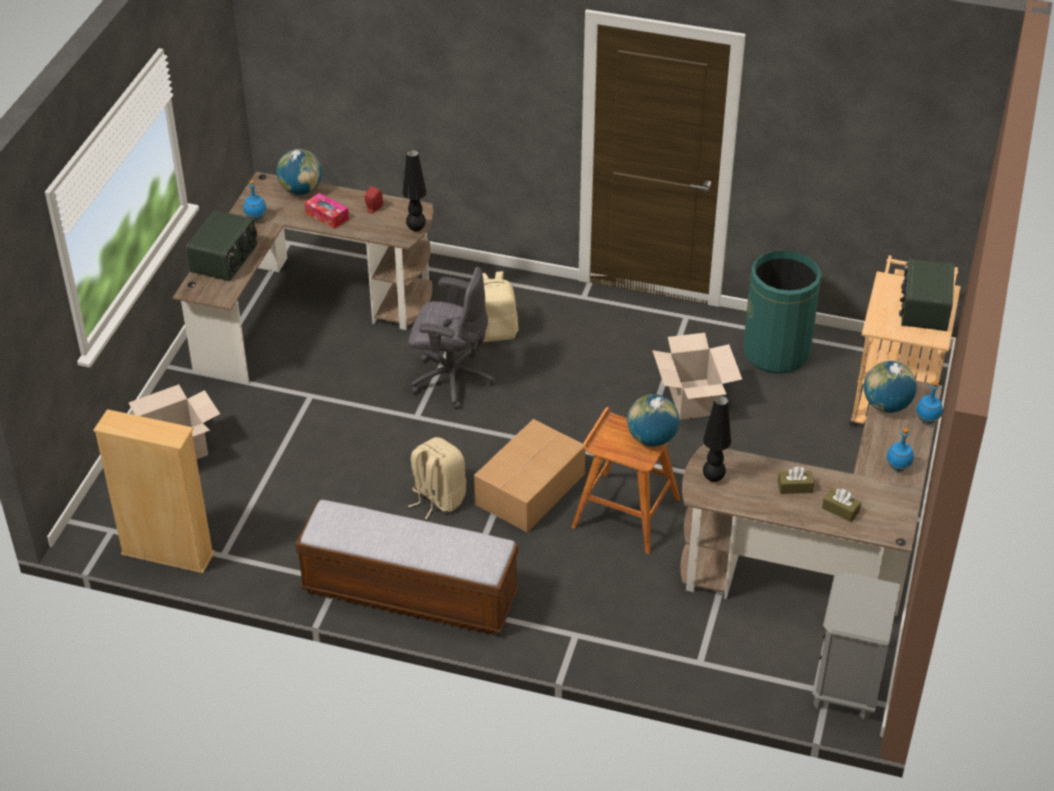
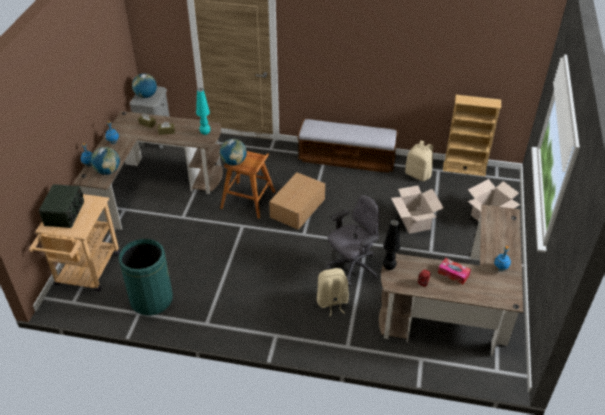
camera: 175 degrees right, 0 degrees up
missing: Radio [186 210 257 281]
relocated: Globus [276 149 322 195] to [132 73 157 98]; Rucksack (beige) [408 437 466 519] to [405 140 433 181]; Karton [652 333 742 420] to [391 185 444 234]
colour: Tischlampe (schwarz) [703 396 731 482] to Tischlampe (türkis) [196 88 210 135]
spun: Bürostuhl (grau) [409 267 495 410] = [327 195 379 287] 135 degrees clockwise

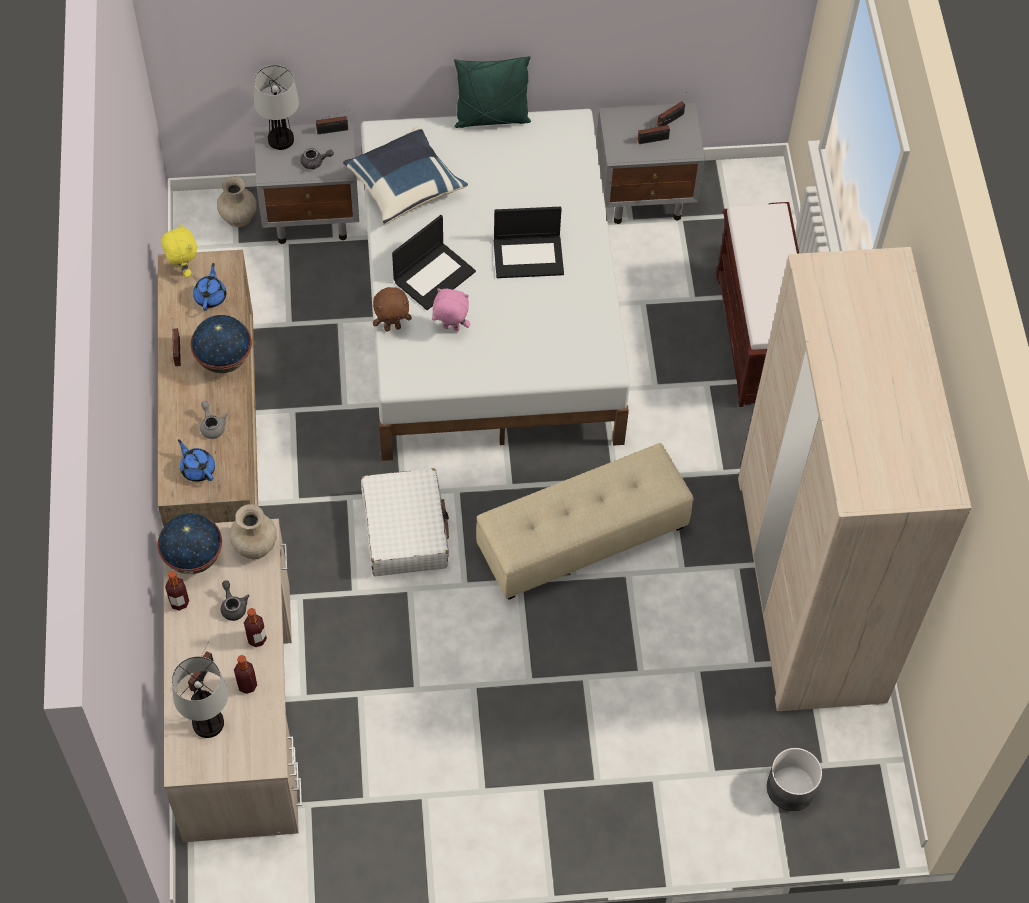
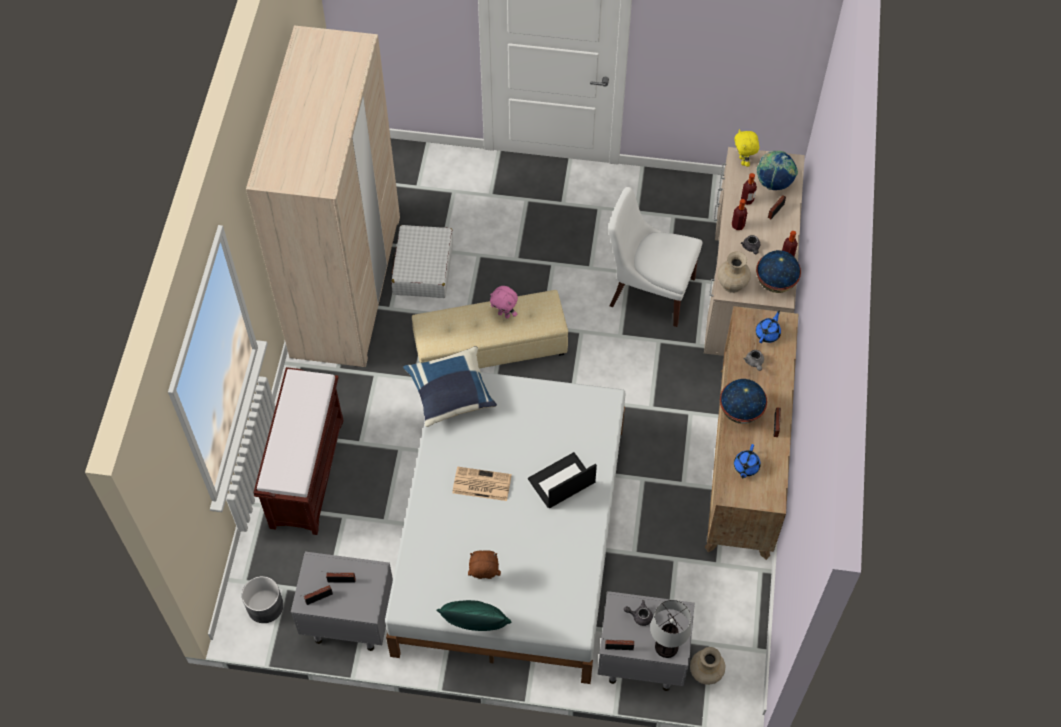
camera: 165 degrees left, 0 degrees up
appeared: Stuhl (weiß) [608 187 702 327]
relocated: Plüschtier (gelb) [161 223 197 278] to [734 129 759 167]; Kissen (blau) [343 126 468 224] to [403 346 497 427]; Koffer (weiß) [361 468 449 576] to [391 225 453 298]; Plüschtier (braun) [373 287 412 332] to [468 550 501 579]; Plüschtier (rosa) [432 288 470 331] to [490 286 518 319]; Pflanzkübel (grau) [767 748 822 811] to [242 576 284 623]
exchanged: Tischlampe [172 656 228 738] to Globus [757 151 798 190]; Laptop [494 207 564 278] to Zeitung [452 466 512 501]
spun: Teekanne (blau) [178 439 215 482] = [756 310 781 343] 120 degrees counterclockwise

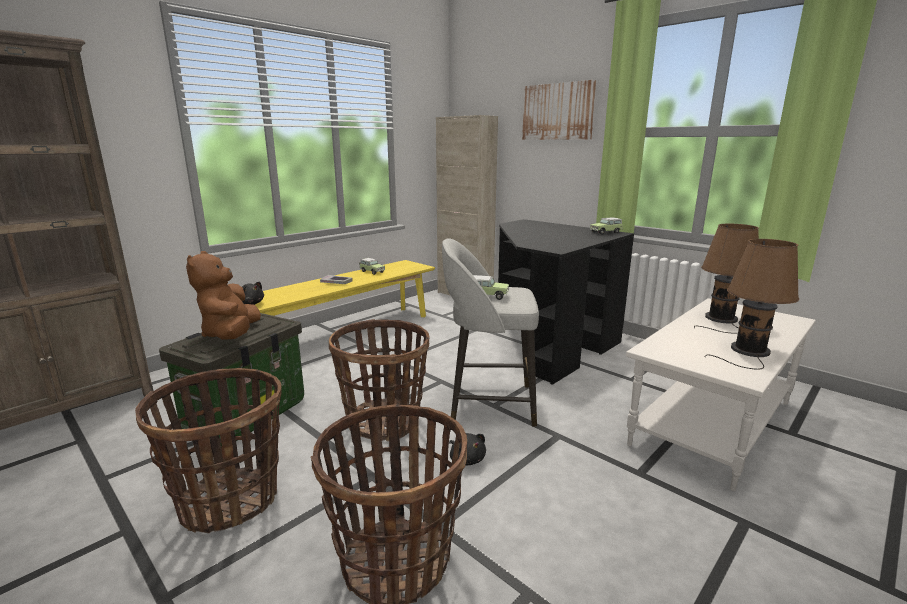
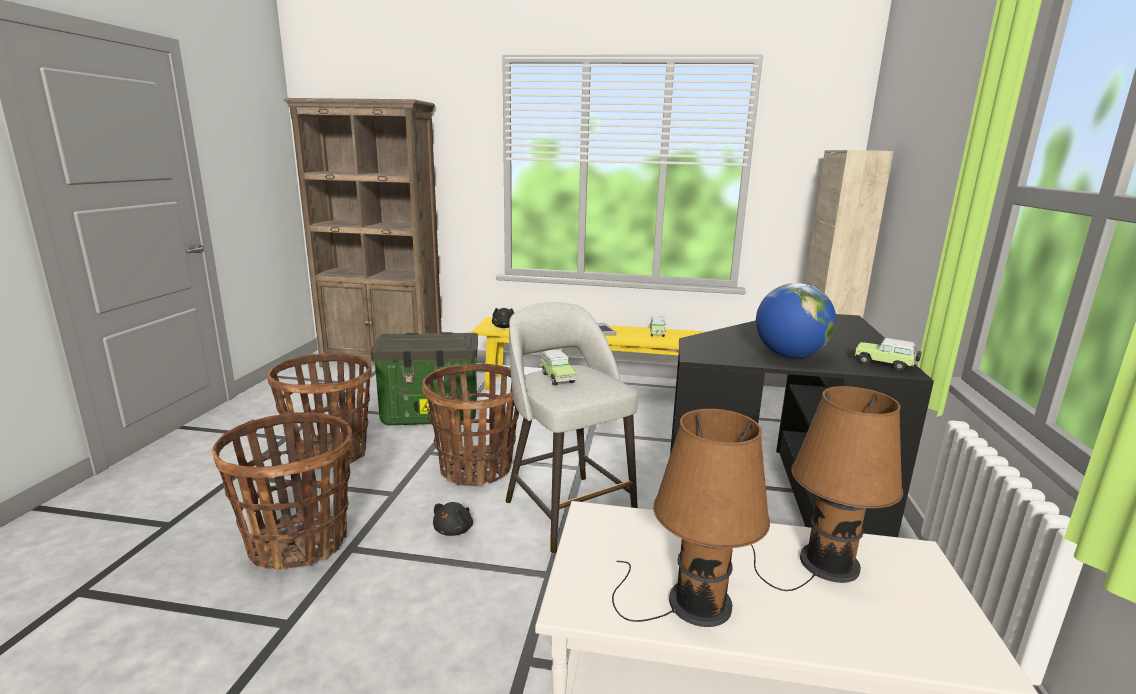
camera: 55 degrees right, 0 degrees up
missing: Plüschtier (braun) [186 251 261 340]; Bild [522 80 596 140]
appeared: Globus [756 283 836 358]

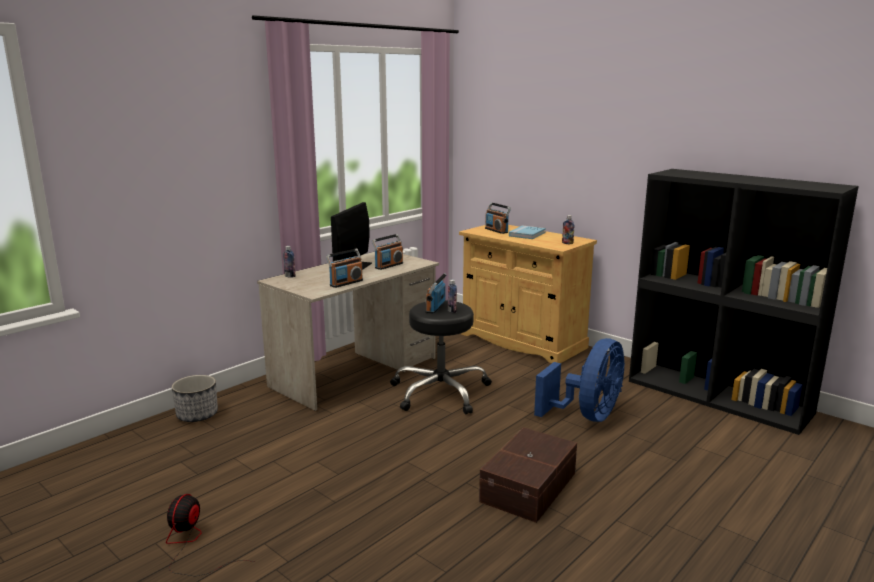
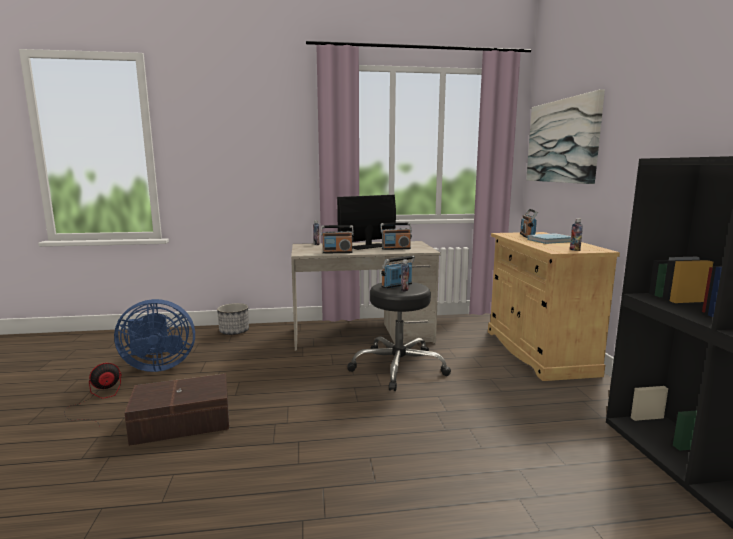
camera: 40 degrees right, 5 degrees down
appeared: Bild [526 89 605 184]
relocated: Aufbewahrungsbox (braun) [479 427 577 523] to [124 374 229 446]; Ventilator (blau) [534 338 625 422] to [114 299 195 372]

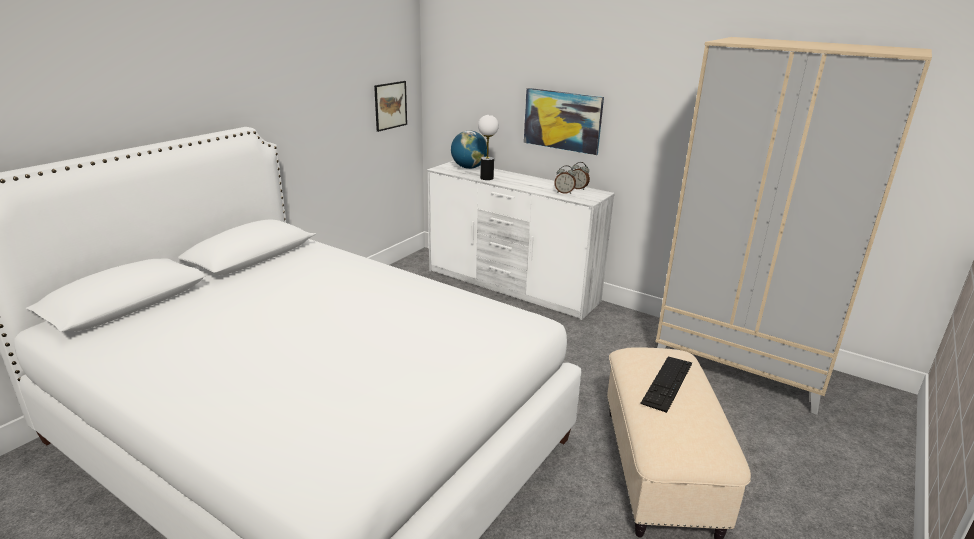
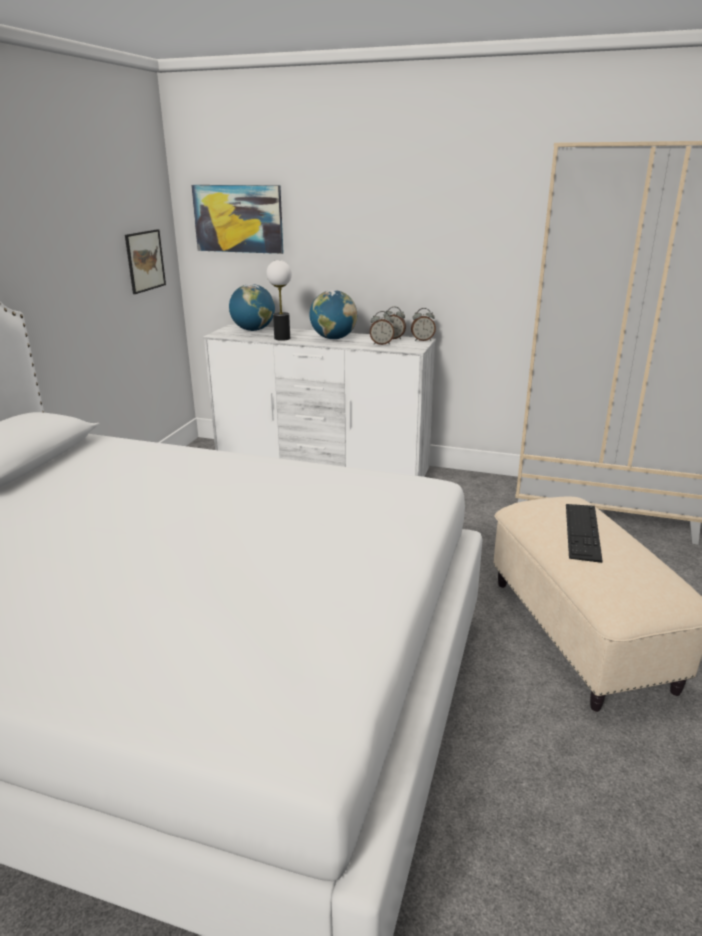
camera: 15 degrees left, 0 degrees up
appeared: Globus [310 290 357 339]; Wecker [411 308 436 341]
relocated: Bild [524 88 604 155] to [191 185 284 254]

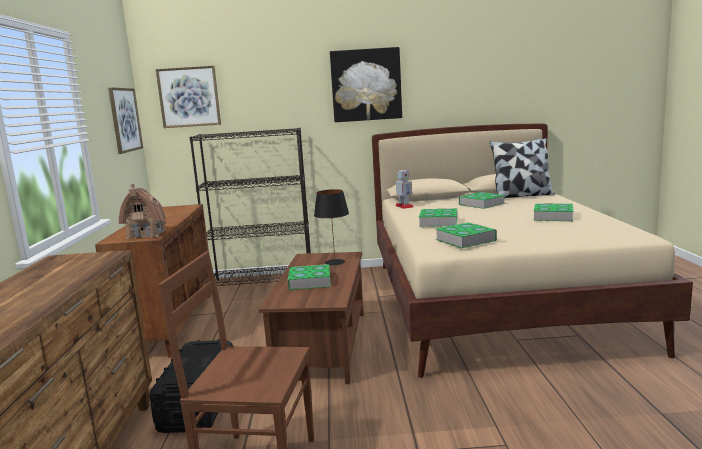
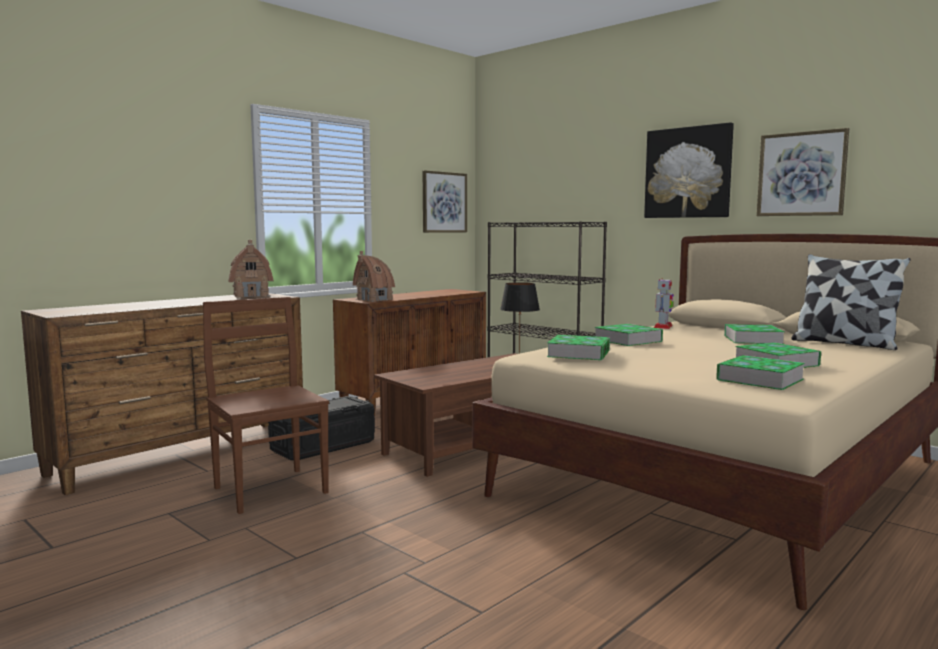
camera: 45 degrees right, 5 degrees down
appeared: Spielzeughaus [228 240 274 298]
relocated: Bild [156 66 221 128] to [757 128 849 216]; Buch [288 264 331 290] to [716 355 805 390]

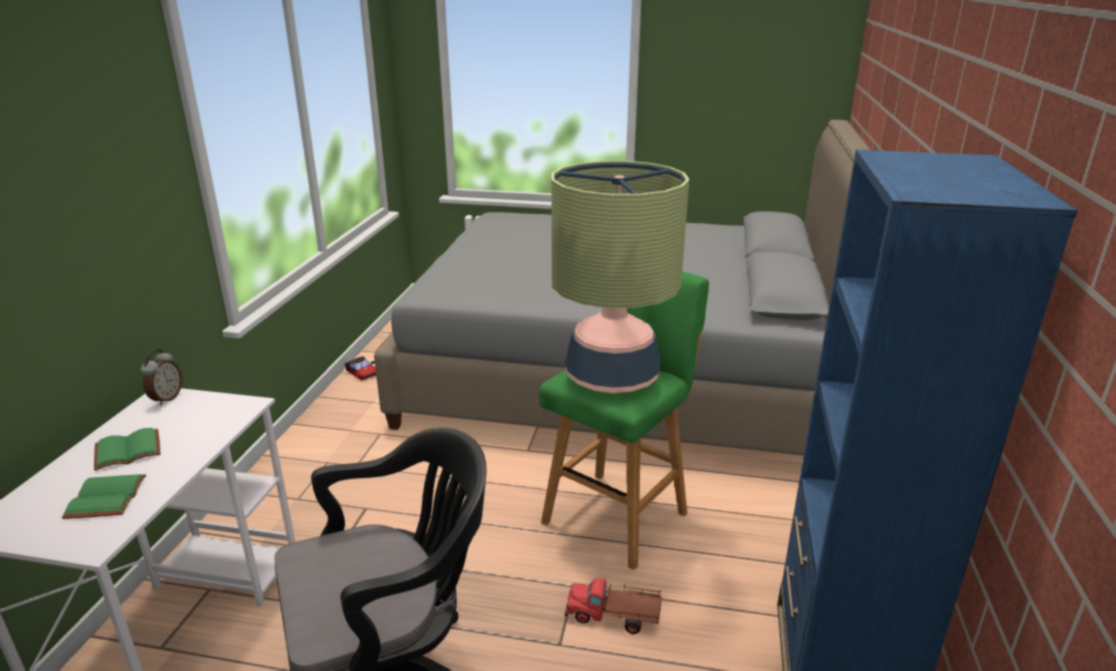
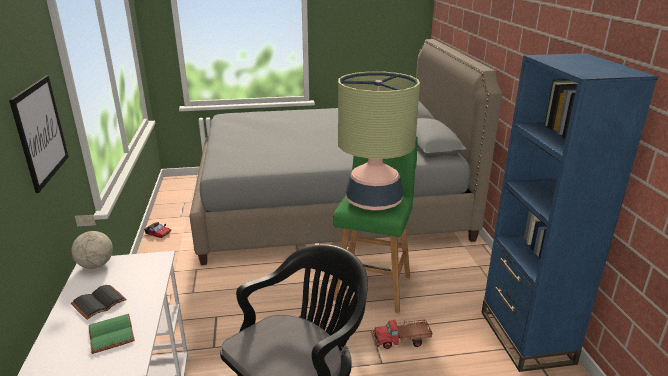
camera: 20 degrees left, 0 degrees up
appeared: Bild [9 76 69 193]
exchanged: Wecker [140 349 182 405] to Globus [71 215 113 269]
colour: Buch (grün) [94 428 161 471] to Buch (schwarz) [71 285 127 320]

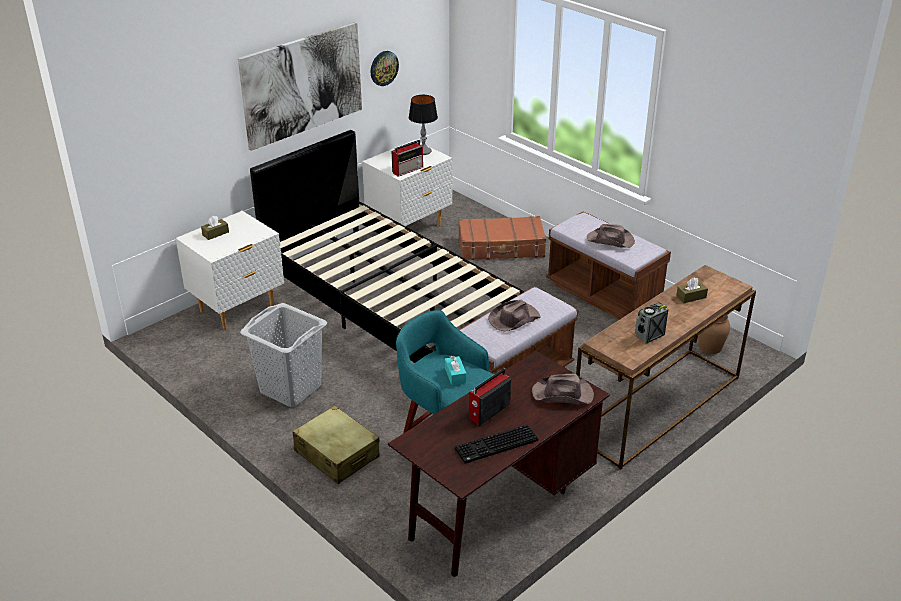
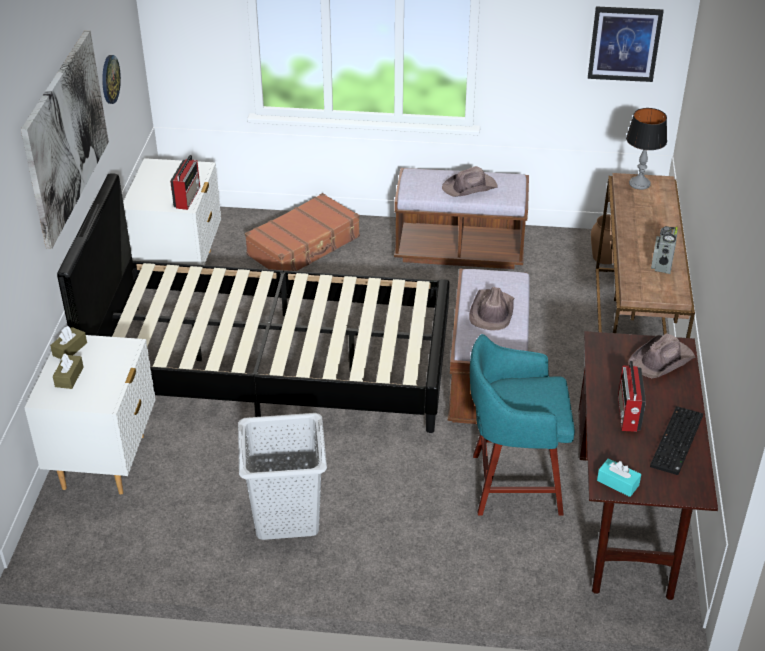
camera: 40 degrees left, 5 degrees up
missing: Koffer (beige) [293 406 380 484]
appeared: Bild [588 6 664 82]
relocated: Tischlampe [409 95 438 155] to [626 108 667 190]; Taschentuchbox (türkis) [445 356 466 385] to [597 458 641 497]; Taschentuchbox (braun) [676 277 708 303] to [50 326 87 359]

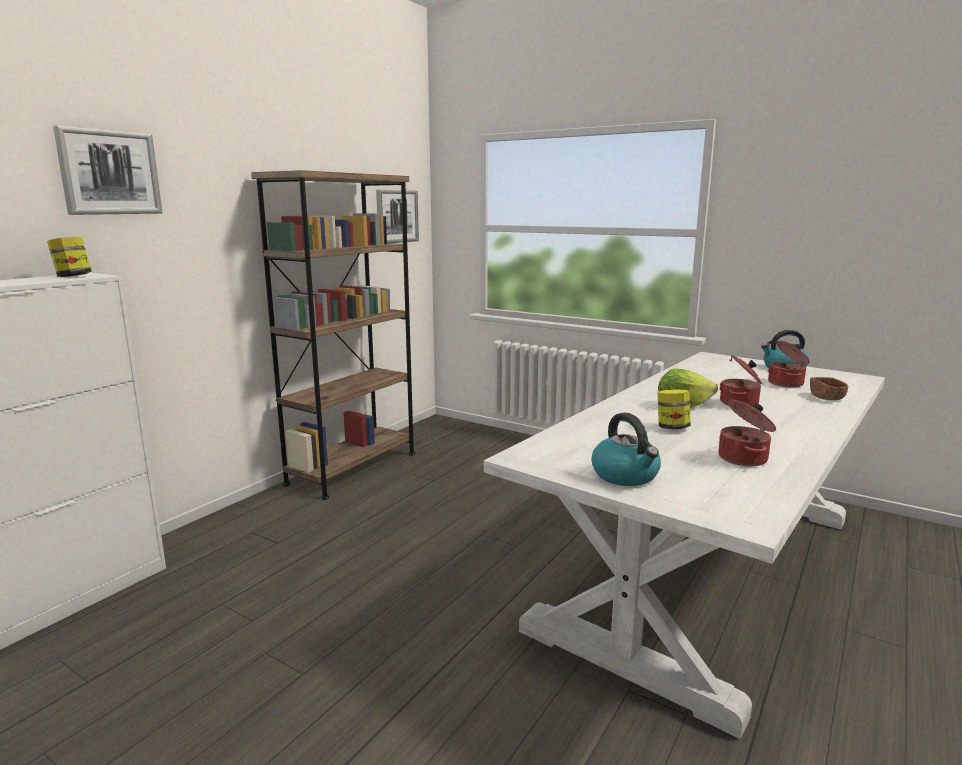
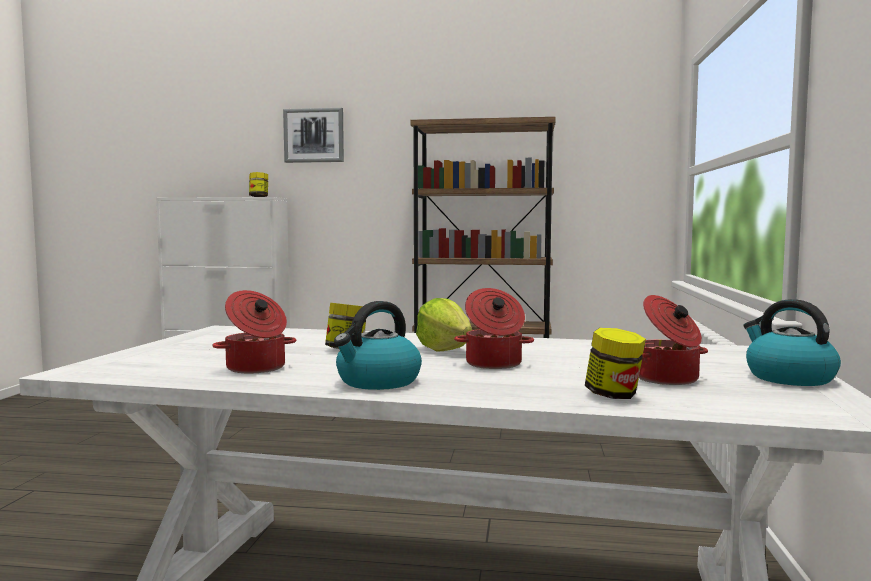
camera: 65 degrees right, 10 degrees down
missing: Bild [376 190 419 243]
relocated: Wasserkessel [592 413 661 486] to [334 301 422 390]
exchanged: Schüssel (braun) [810 377 848 400] to Vorratsglas [585 328 646 399]

